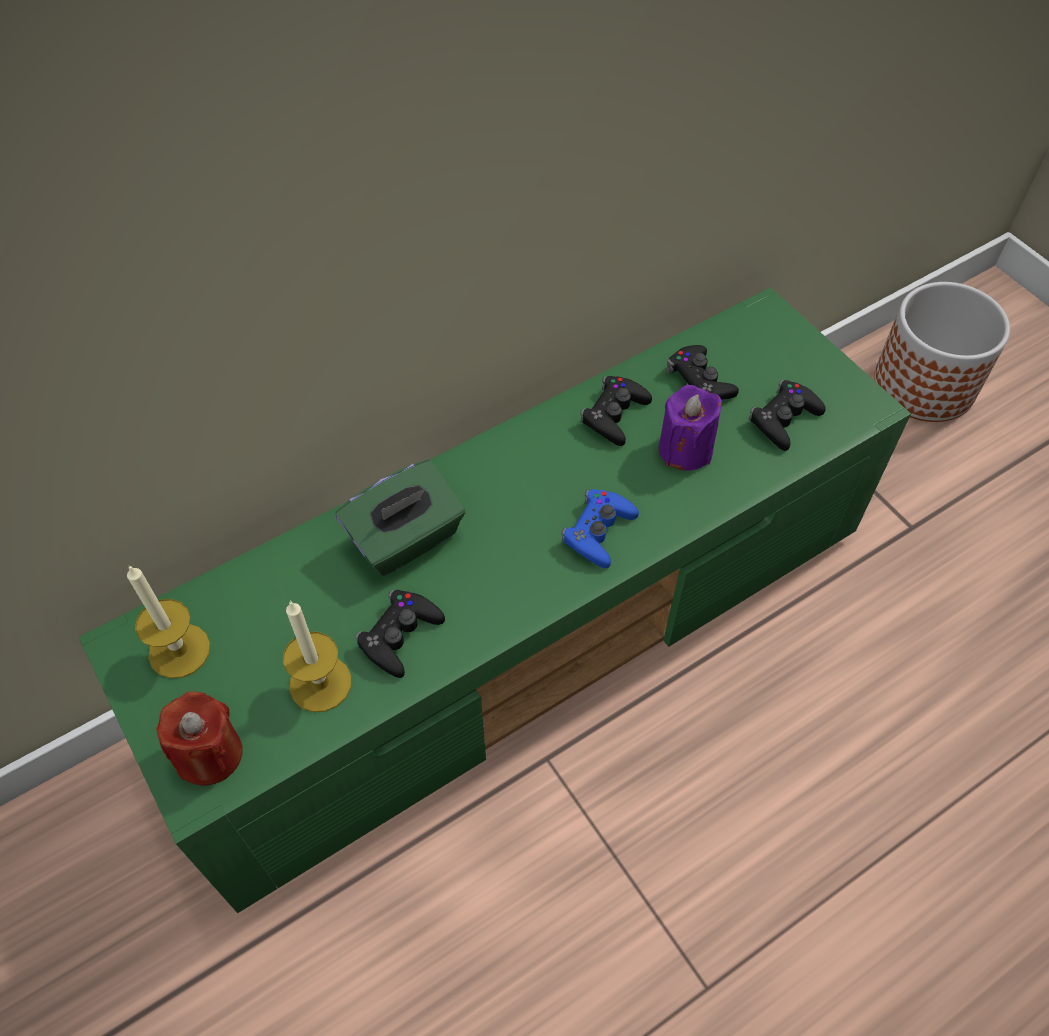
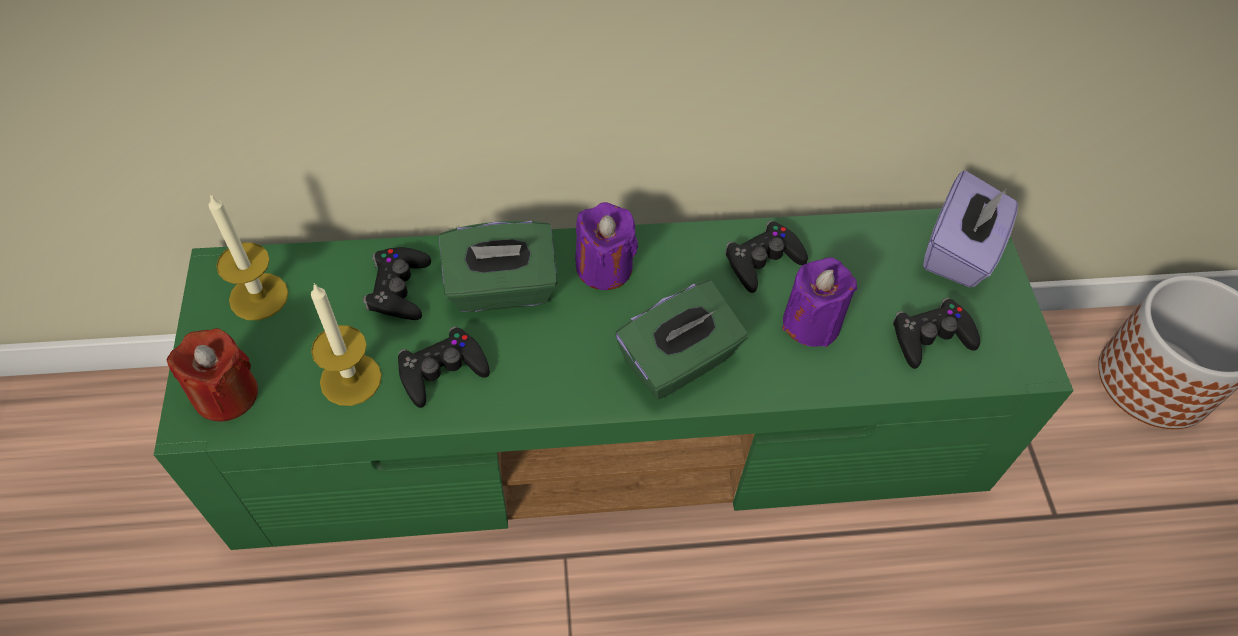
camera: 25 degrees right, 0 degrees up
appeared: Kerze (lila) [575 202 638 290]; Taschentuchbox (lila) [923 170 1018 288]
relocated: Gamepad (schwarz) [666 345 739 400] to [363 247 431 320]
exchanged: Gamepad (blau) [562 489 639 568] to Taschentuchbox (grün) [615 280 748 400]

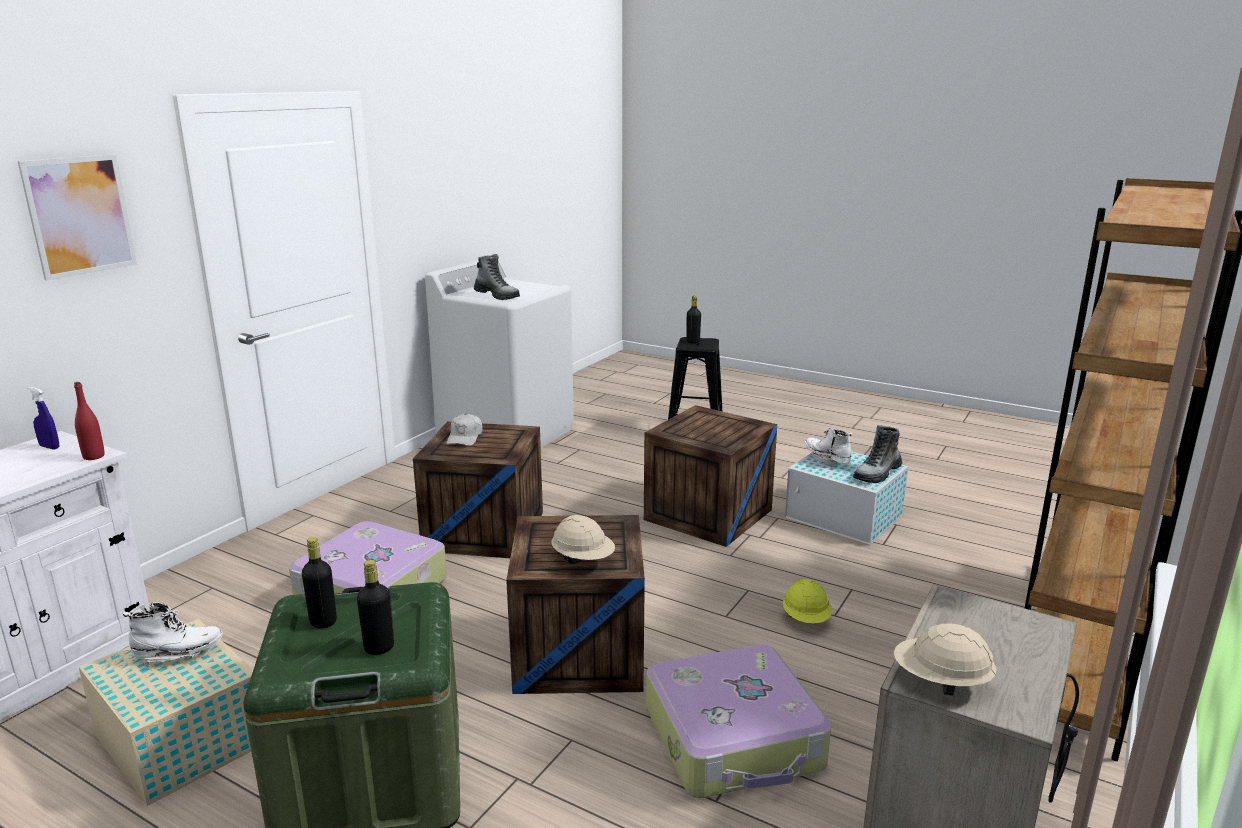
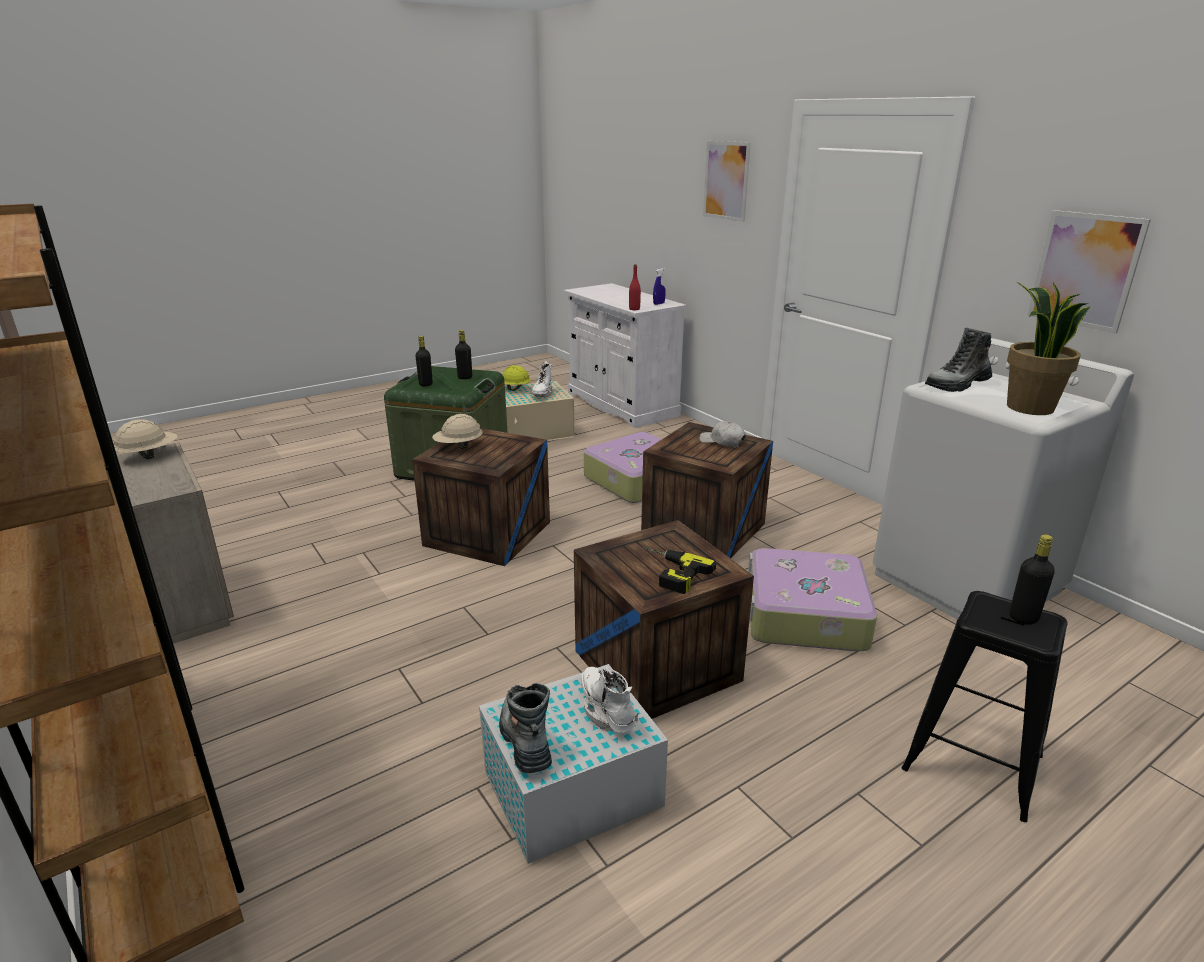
camera: 115 degrees right, 5 degrees up
appeared: Bohrmaschine [643 547 716 594]; Topfpflanze [1007 282 1091 415]; Bild [1027 210 1151 333]
relocated: Koffer [646 645 831 798] to [748 548 877 651]; Schutzhelm (gelb) [783 579 832 623] to [502 365 531 391]
spun: Stiefel (weiß) [804 428 852 467] = [581 667 638 733] 105 degrees counterclockwise

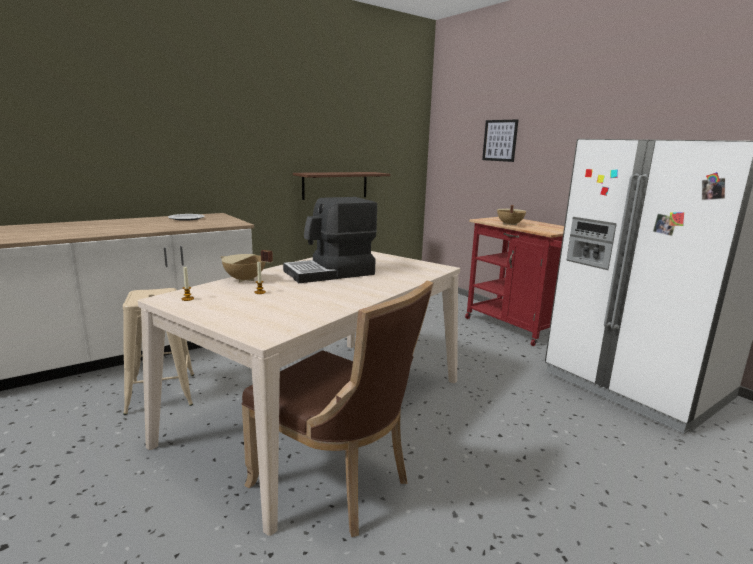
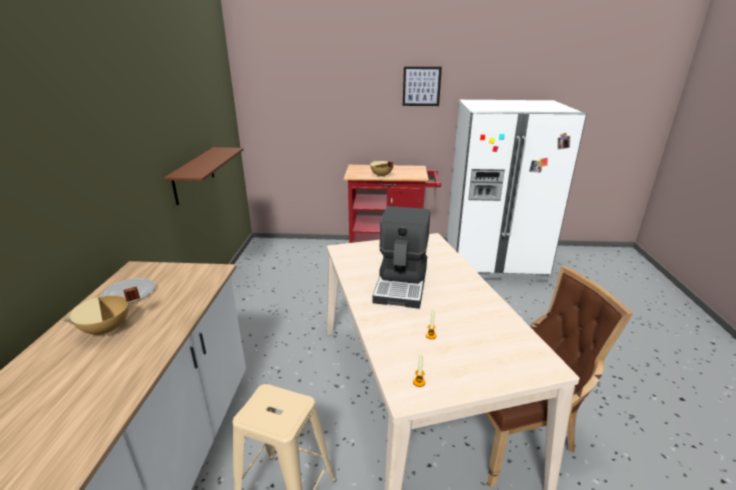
camera: 50 degrees left, 10 degrees up
relocated: Kochtopf (beige) [220 250 273 282] to [61 286 140 336]; Bild [482 119 518 162] to [403 67 442 106]

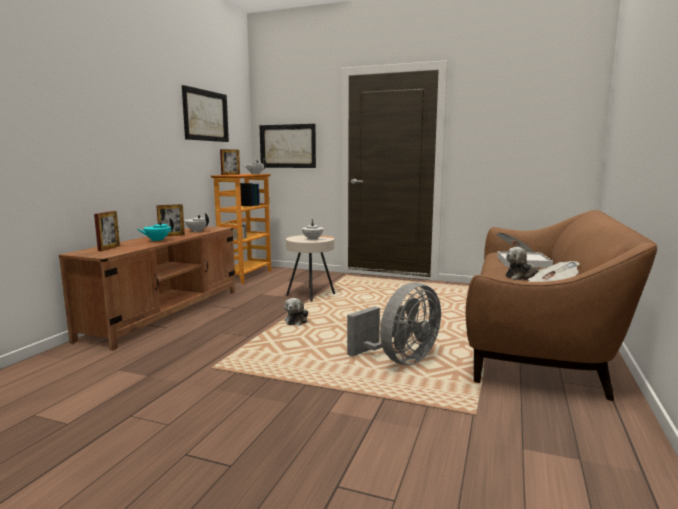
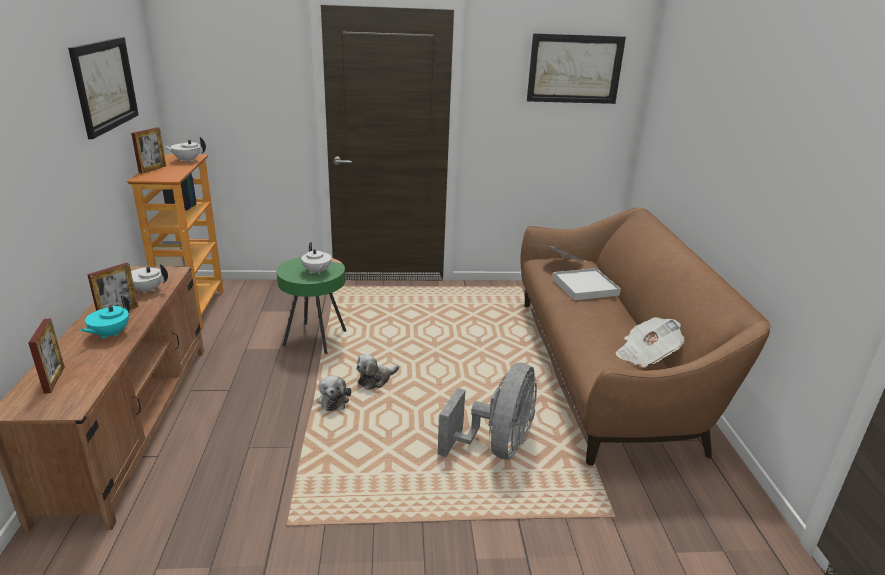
camera: 25 degrees left, 15 degrees up
relocated: Bild [260 124 316 168] to [527 33 626 104]; Plüschtier [506 247 546 280] to [356 354 399 390]
colour: Beistelltisch (beige) [286 235 335 302] to Beistelltisch (grün) [276 257 347 354]

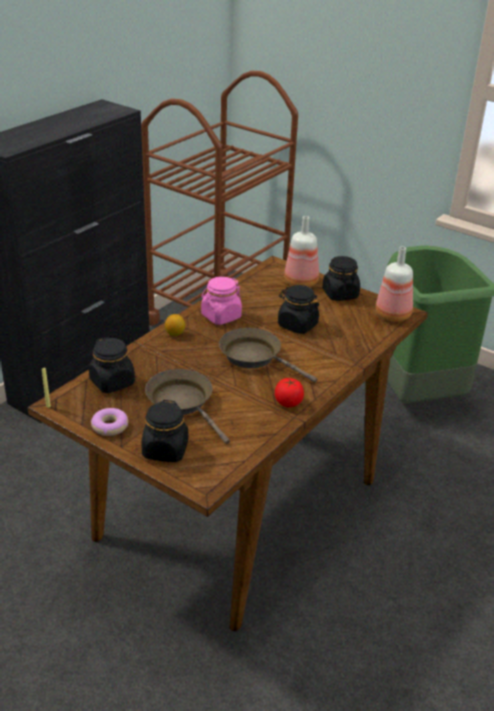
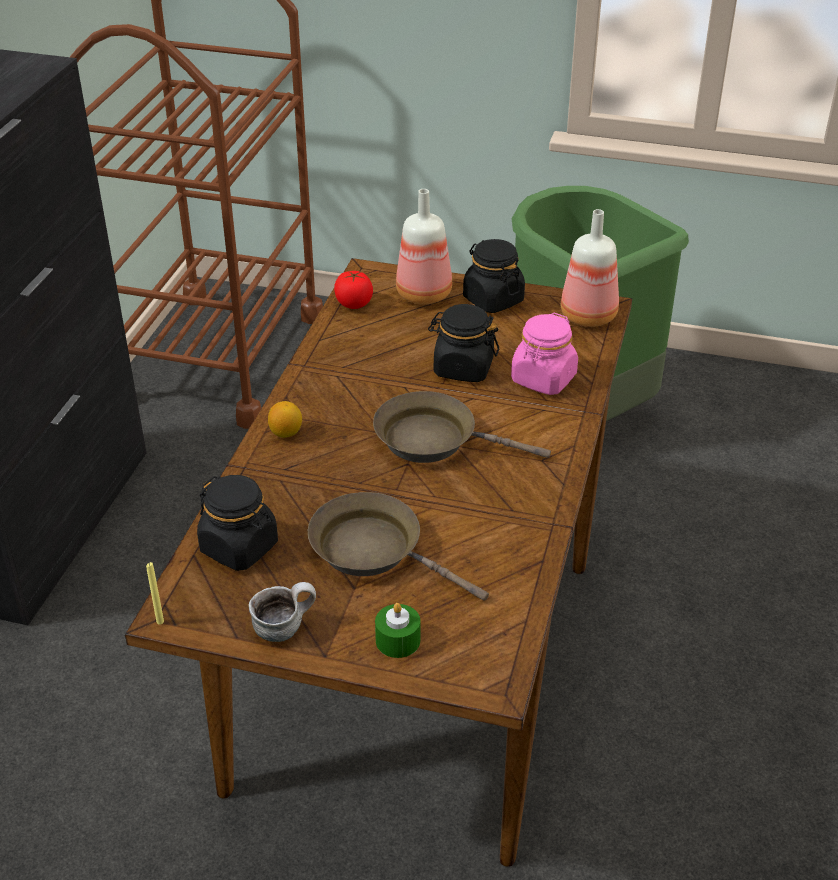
camera: 20 degrees left, 5 degrees up
relocated: Vorratsglas (rosa) [201 277 242 325] to [511 313 578 395]; Tomate [275 378 304 407] to [334 271 373 309]
exchanged: Donut [91 408 128 436] to Henkelbecher [249 582 316 642]; Vorratsglas (schwarz) [141 400 188 462] to Kerze (grün) [375 603 420 658]

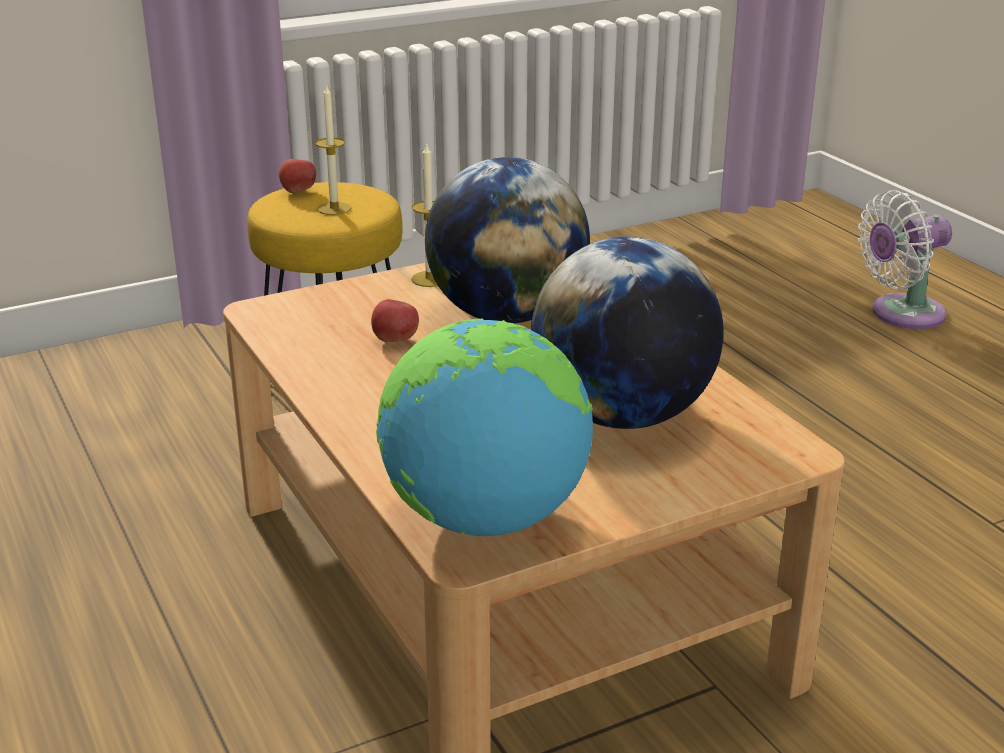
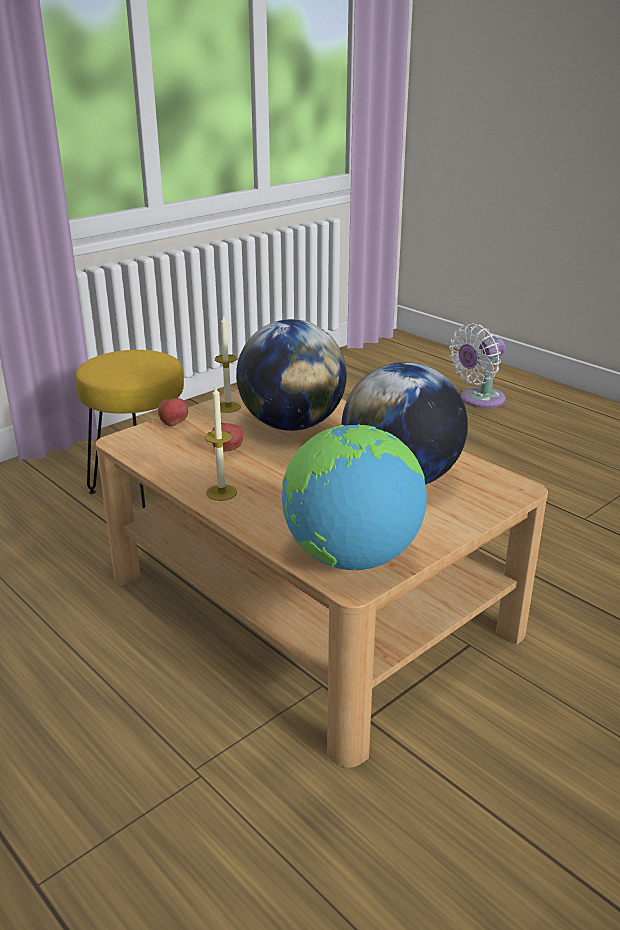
camera: 15 degrees left, 0 degrees up
relocated: Apfel [279 159 316 193] to [158 398 188 426]; Kerze [315 84 352 215] to [205 385 237 501]

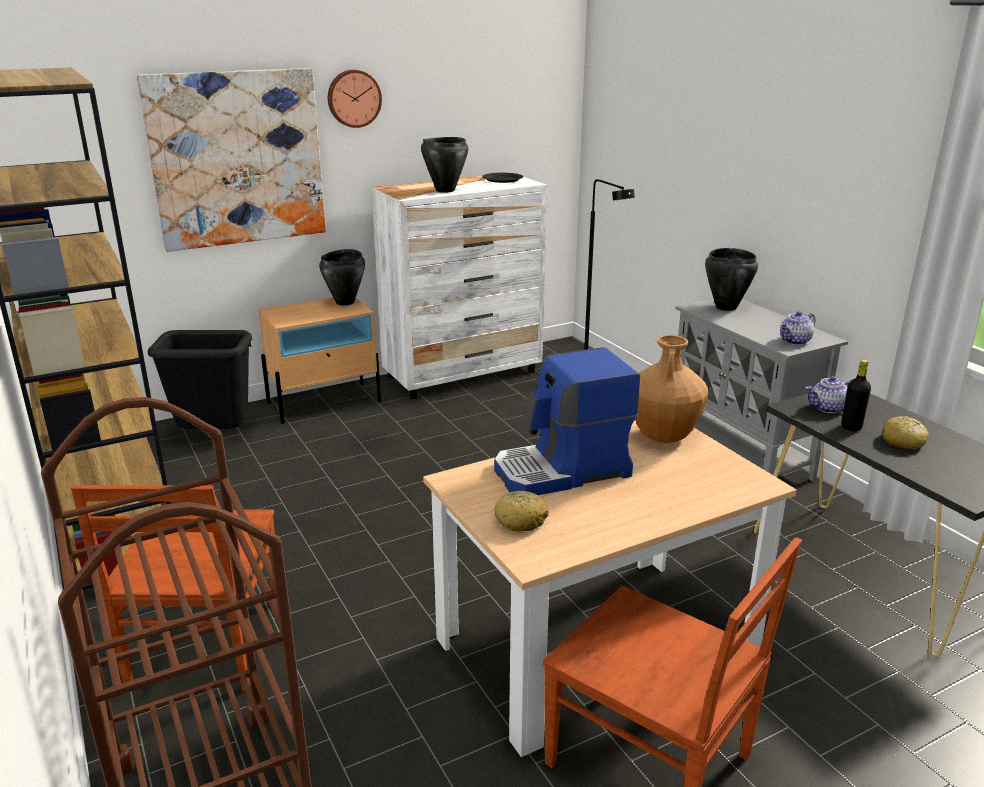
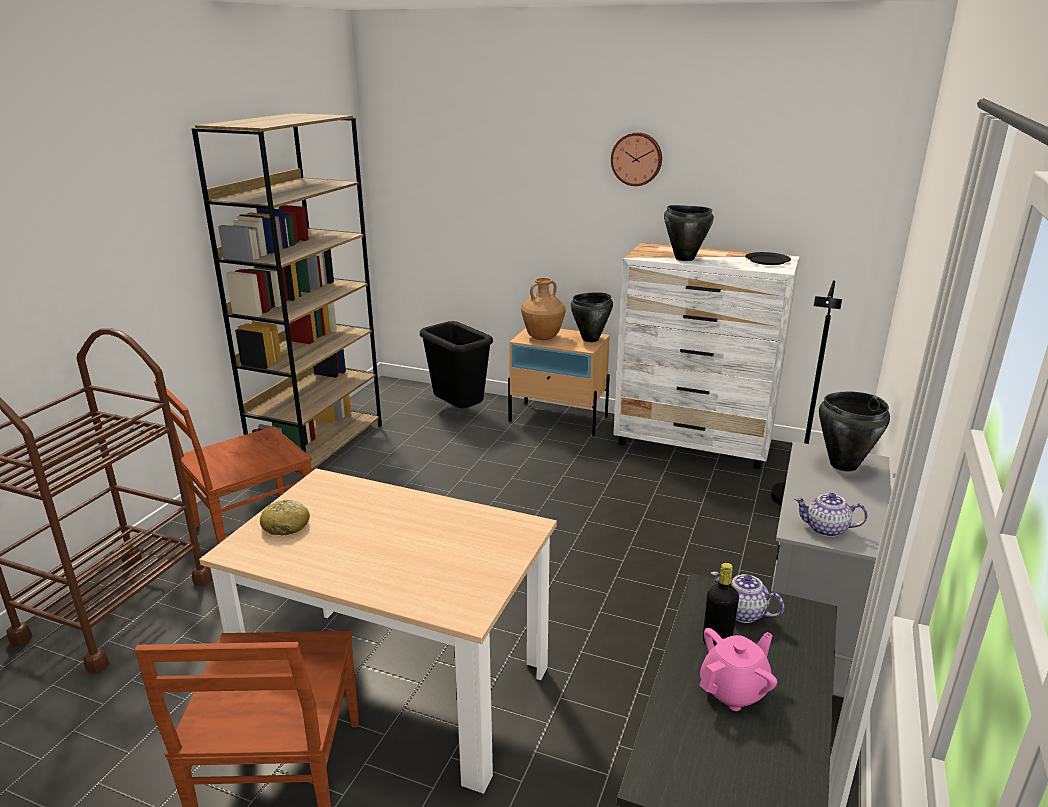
camera: 50 degrees right, 0 degrees up
missing: Bild [137 68 326 252]; Kaffeemaschine [494 347 640 495]
relocated: Vase (braun) [635 335 708 443] to [521 278 566 340]
exchanged: Brot [882 416 929 449] to Teekanne (rosa) [700 628 777 711]

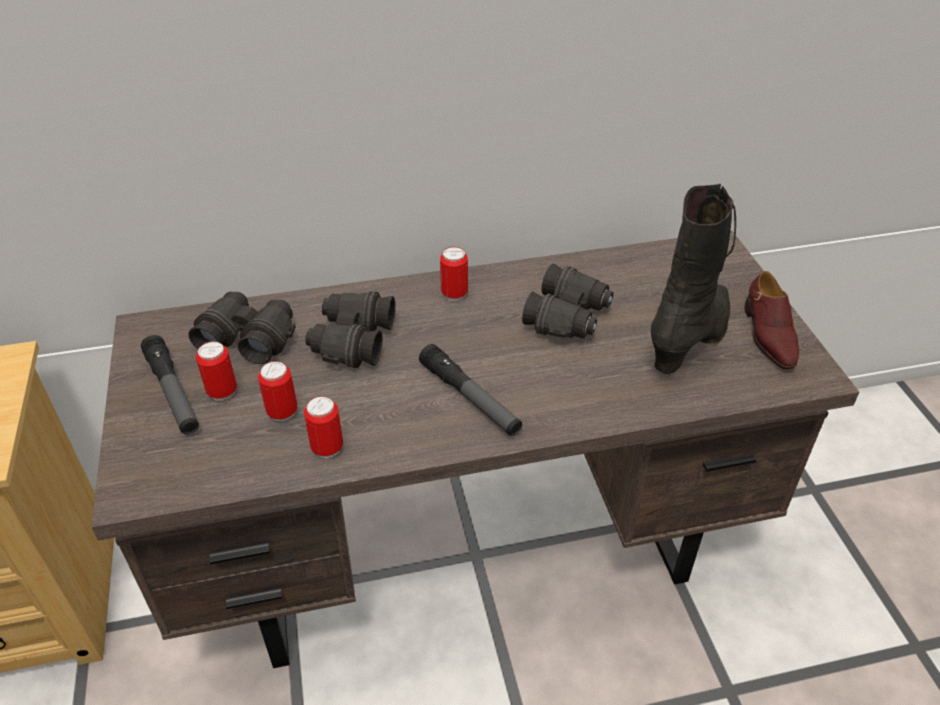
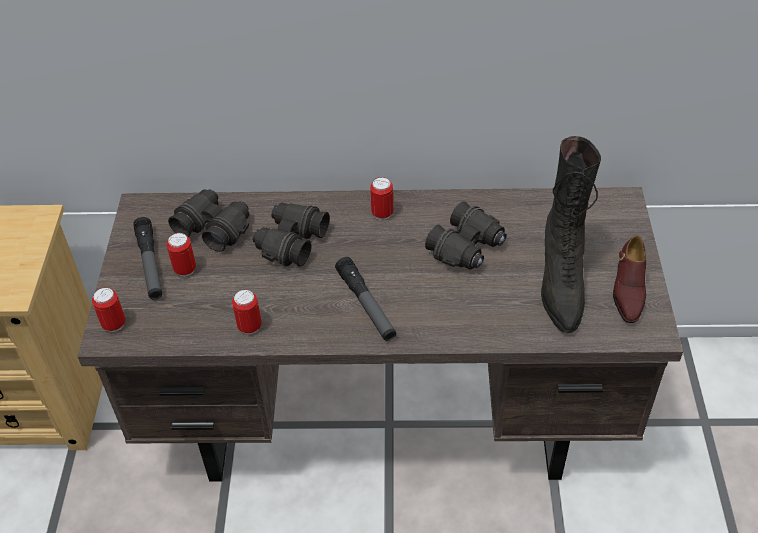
camera: 15 degrees right, 5 degrees up
relocated: Dose [258 361 297 421] to [92 287 125 332]
spun: Stiefel (schwarz) [651 184 736 375] = [541 136 601 333] 135 degrees clockwise

